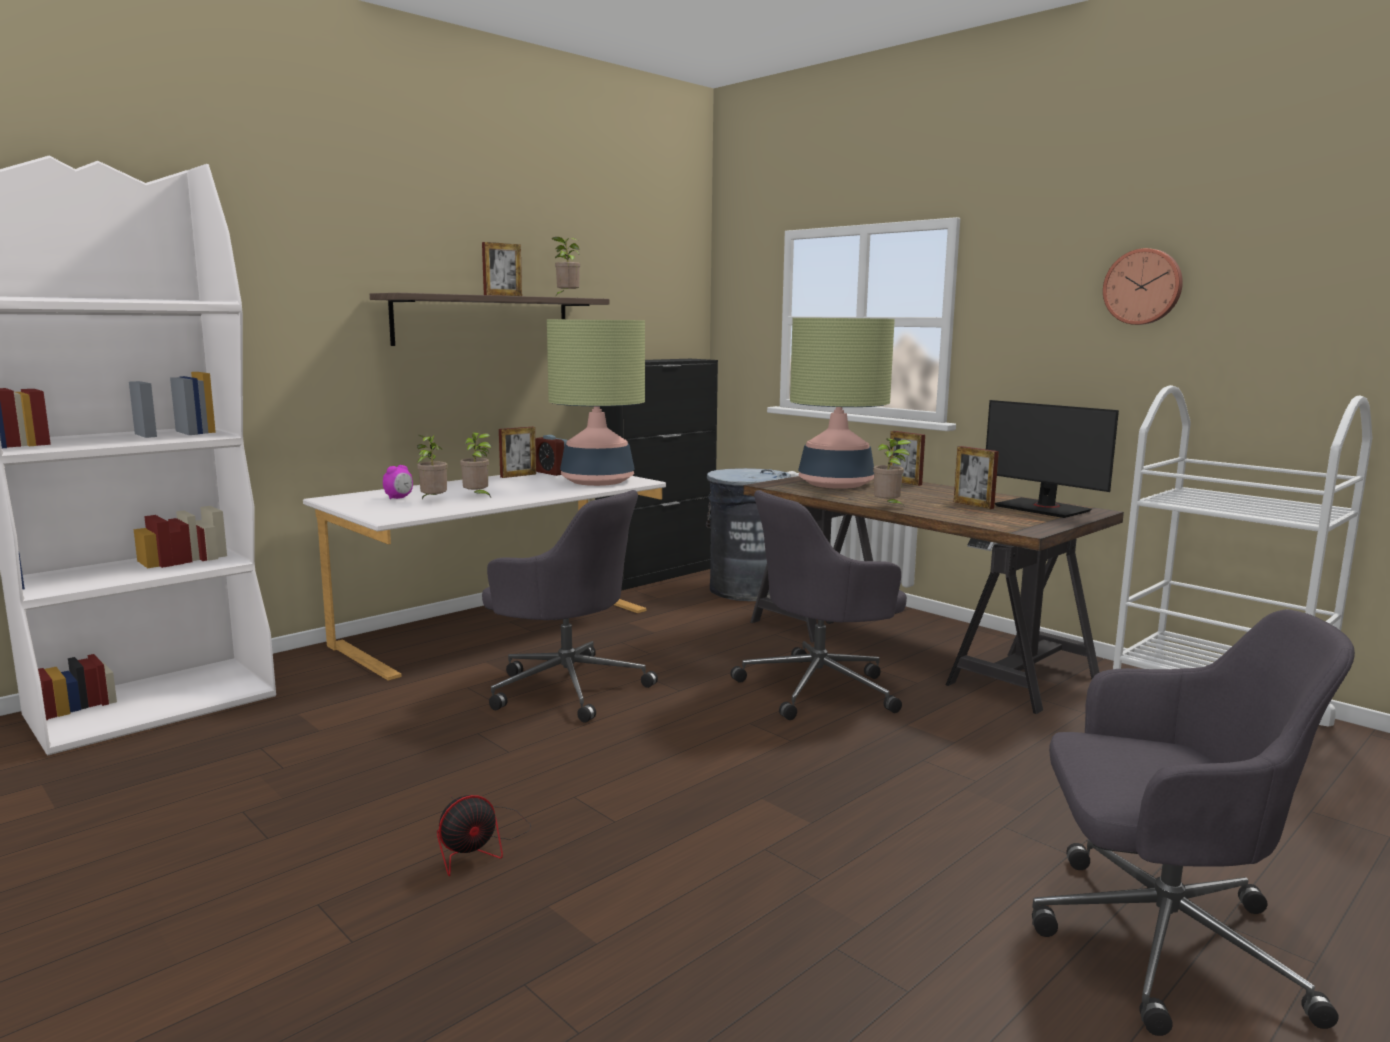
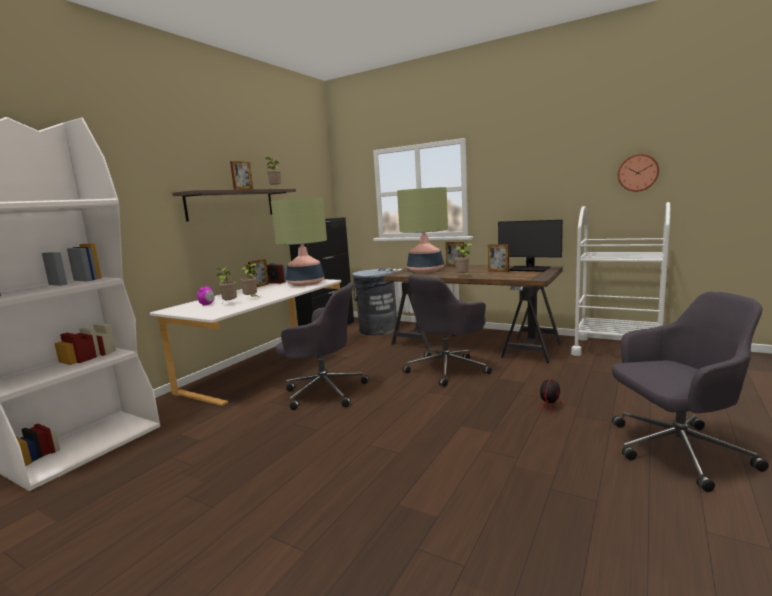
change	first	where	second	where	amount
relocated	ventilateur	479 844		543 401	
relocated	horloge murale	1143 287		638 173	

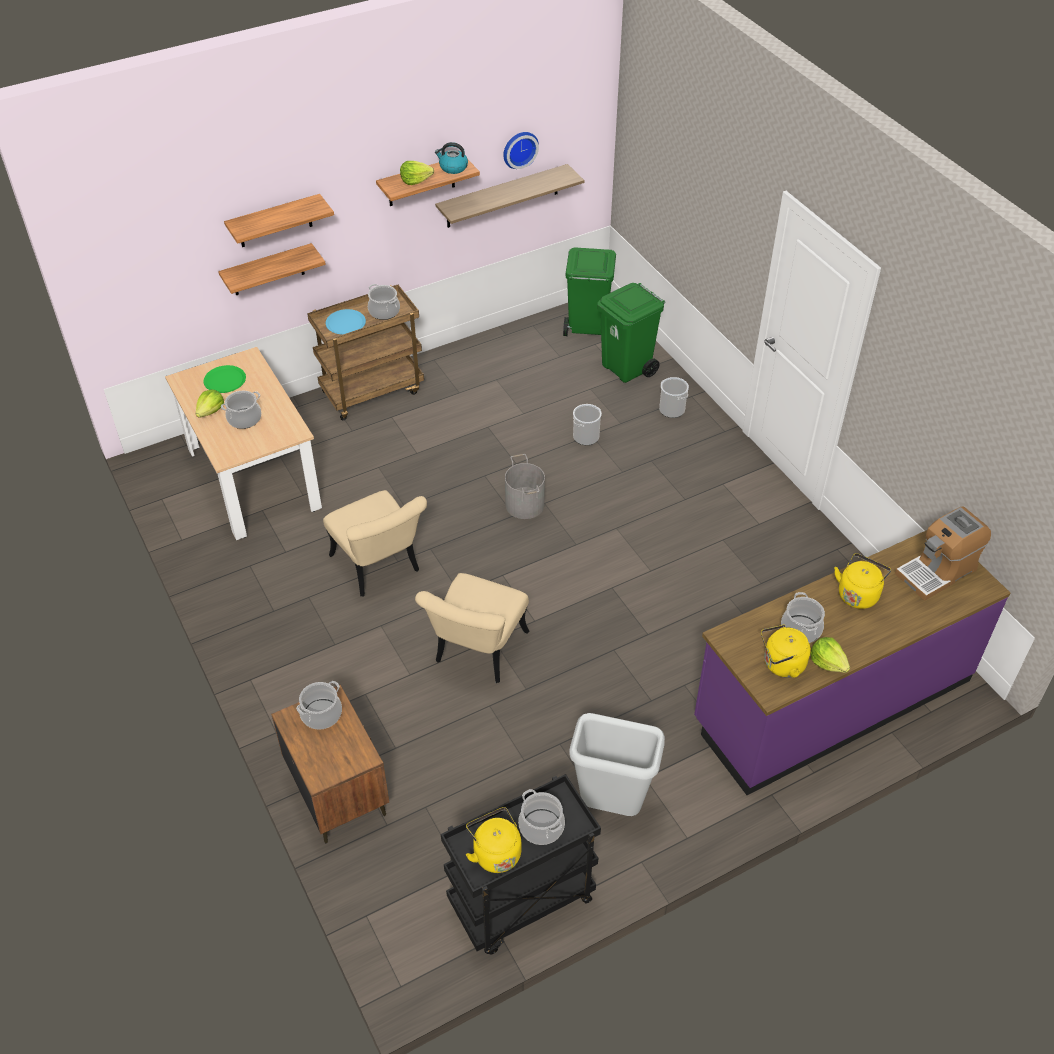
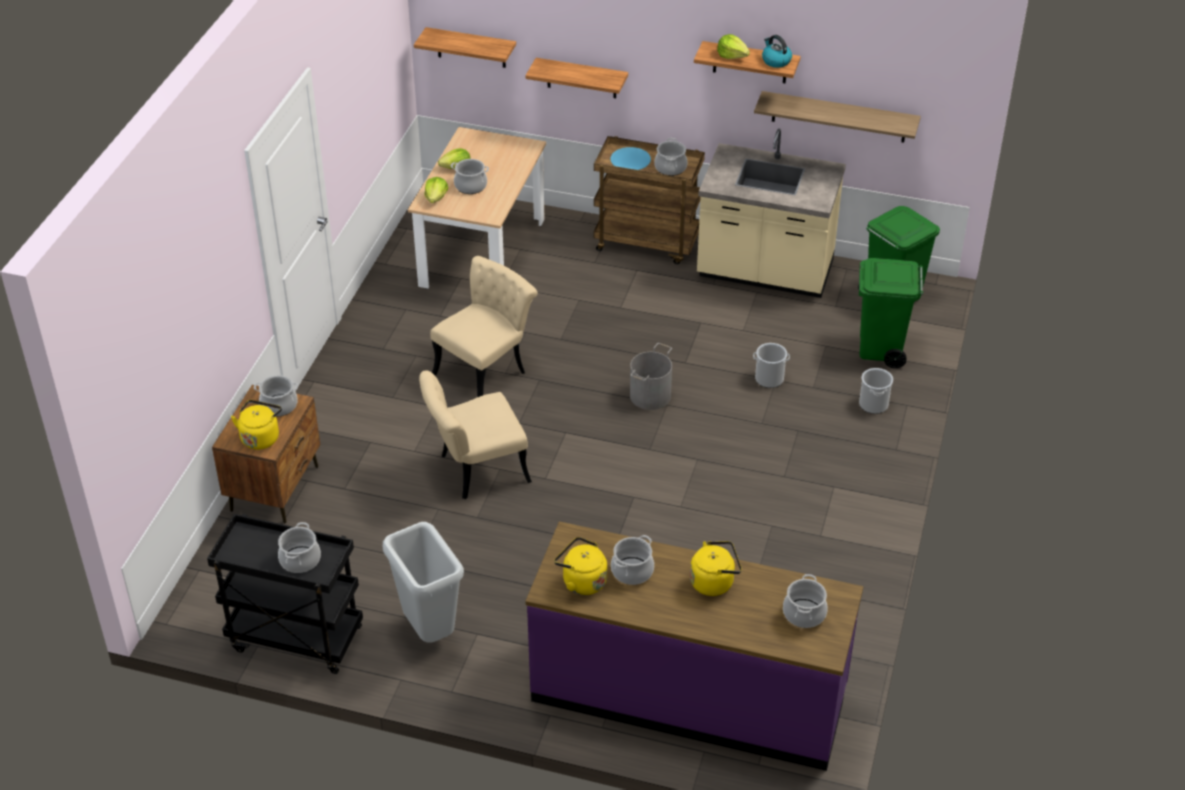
change	first	where	second	where	amount
relocated	bouilloire (jaune)	495 852		261 437	
relocated	étagère	274 221		471 48	
relocated	laitue	828 662		436 198	
spun	chaise (beige)	380 569		486 369	150 degrees counterclockwise
appeared			comptoir de cuisine (beige)	765 272	
exchanged	machine à café	937 571	marmite	804 614	
missing	assiette (vert)	225 380			
missing	horloge murale	519 148			

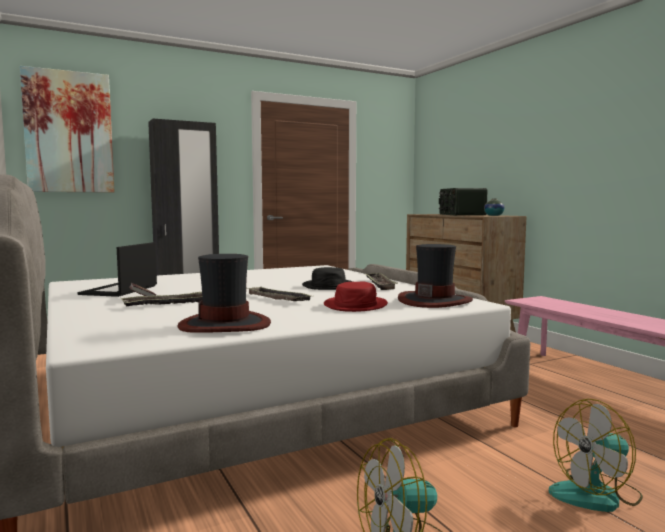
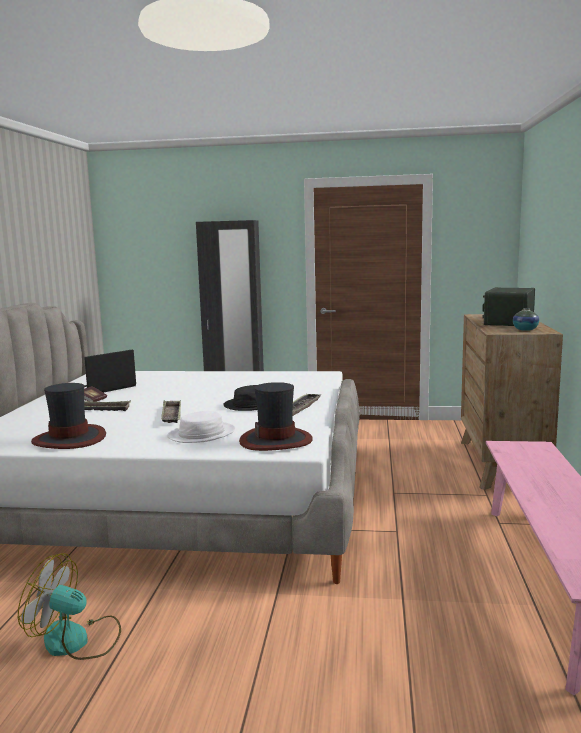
change	first	where	second	where	amount
colour	chapeau (rouge)	356 305	chapeau (blanc)	202 434	
missing	tableau	69 132			
missing	ventilateur	596 495			

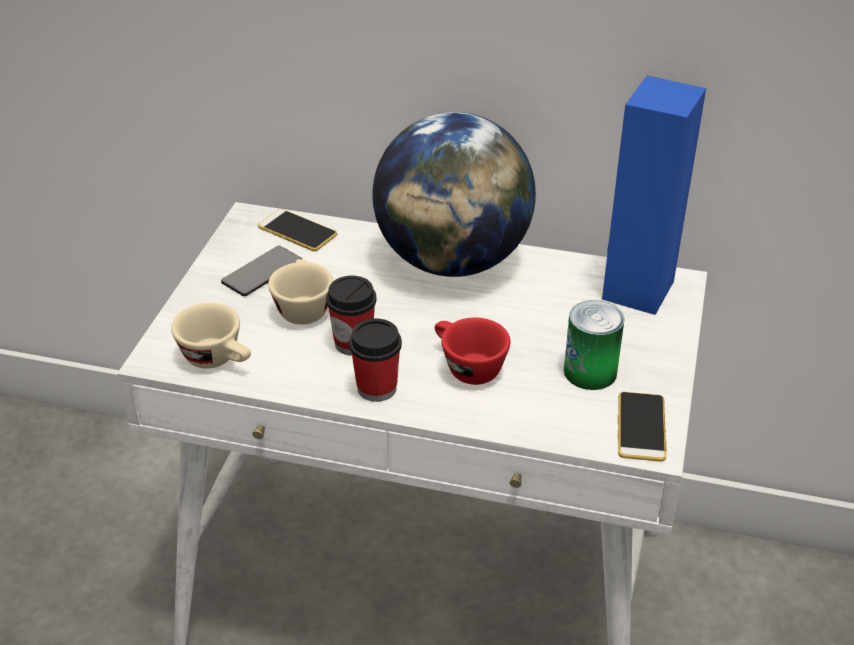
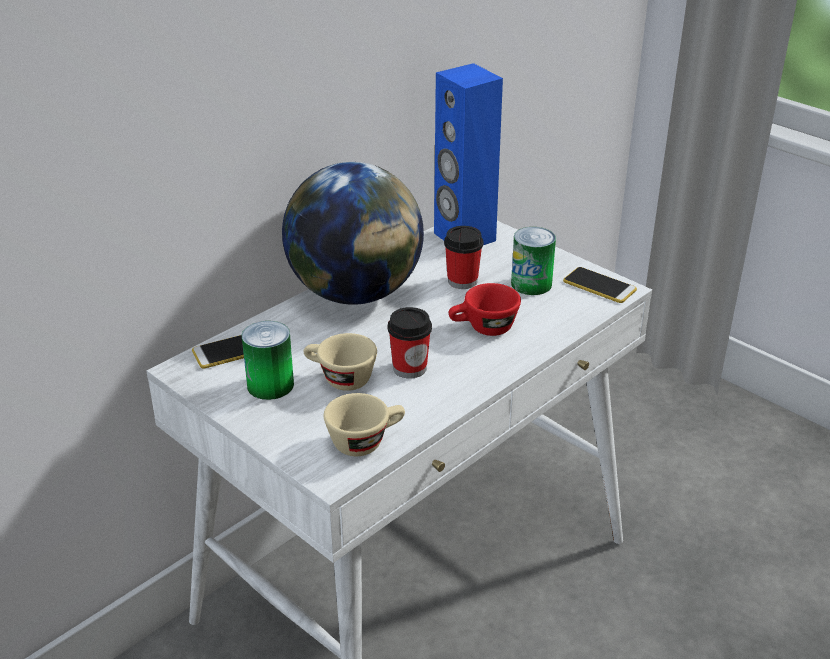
change	first	where	second	where	amount
exchanged	téléphone	262 272	boîte métallique	270 385	
relocated	tasse	377 388		462 281	

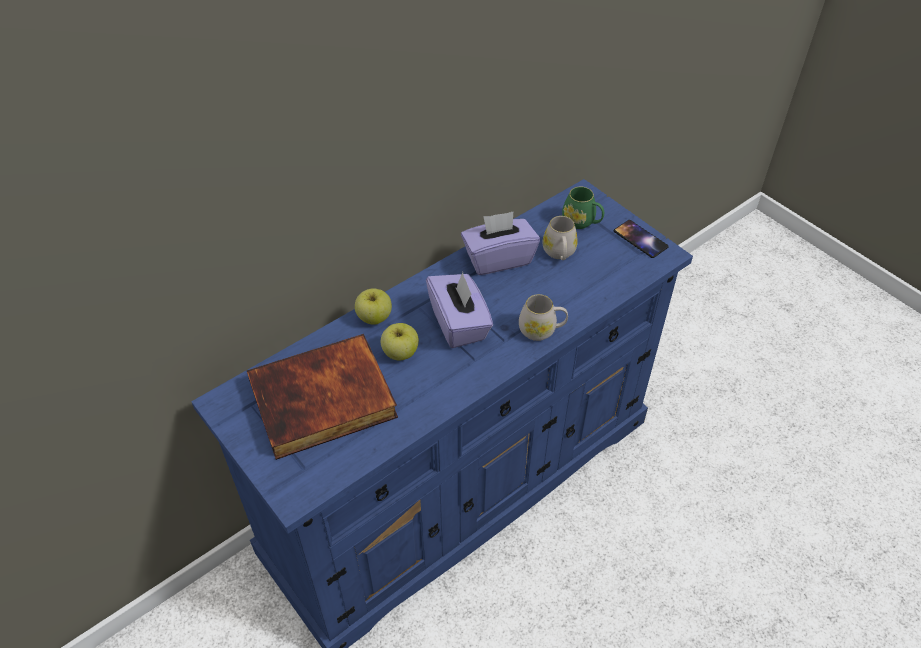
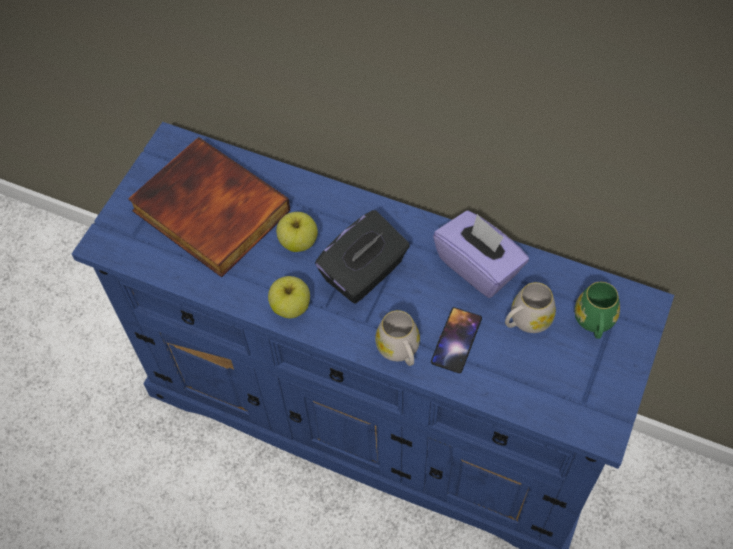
change	first	where	second	where	amount
relocated	pomme	374 317		291 306	
colour	boîte à mouchoirs (violet)	459 324	boîte à mouchoirs (noir)	364 273	
relocated	téléphone	640 239		456 340	

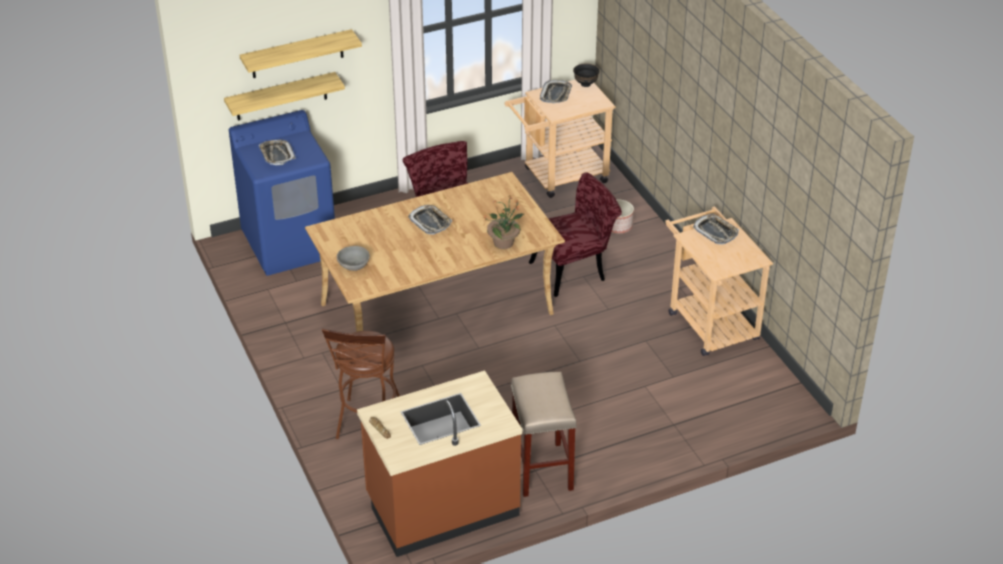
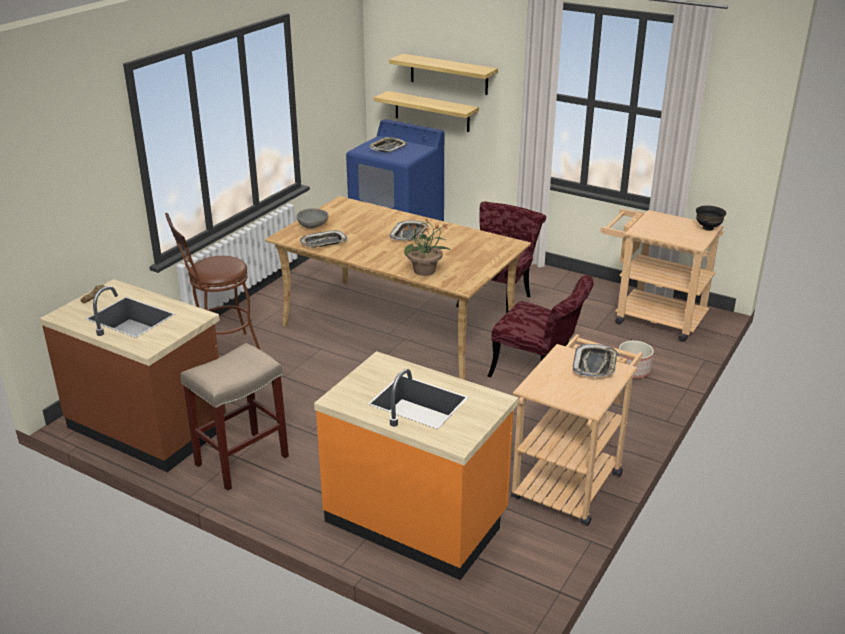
change	first	where	second	where	amount
relocated	plateau	556 95		323 243	
appeared			comptoir de cuisine (orange)	417 518	

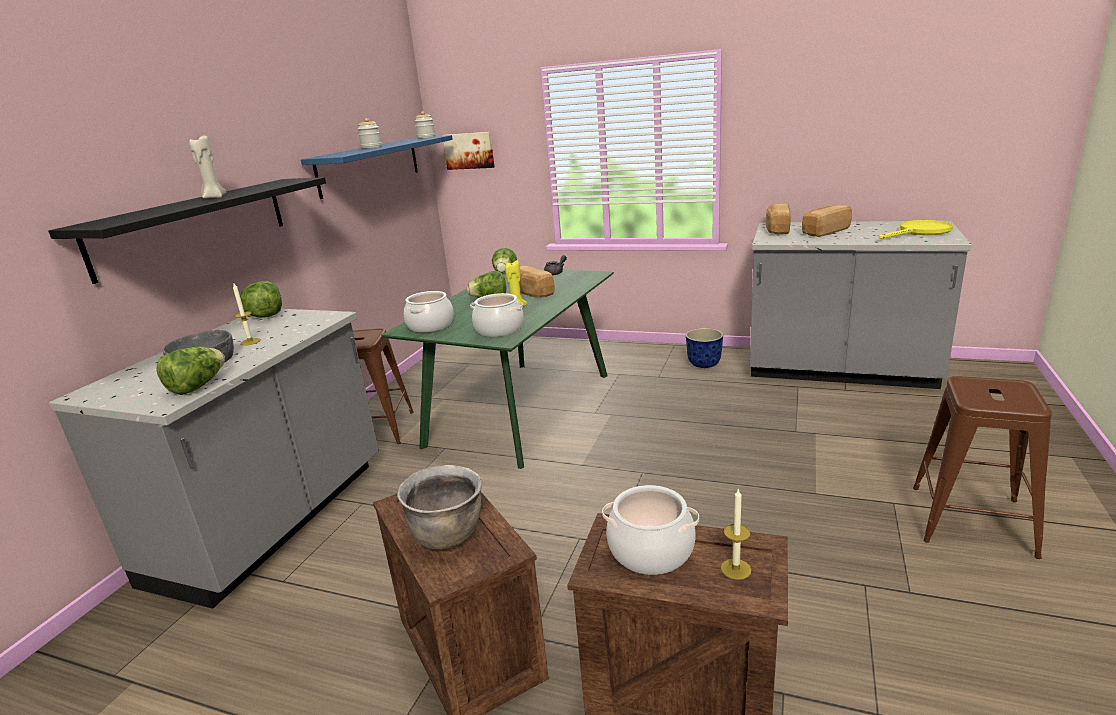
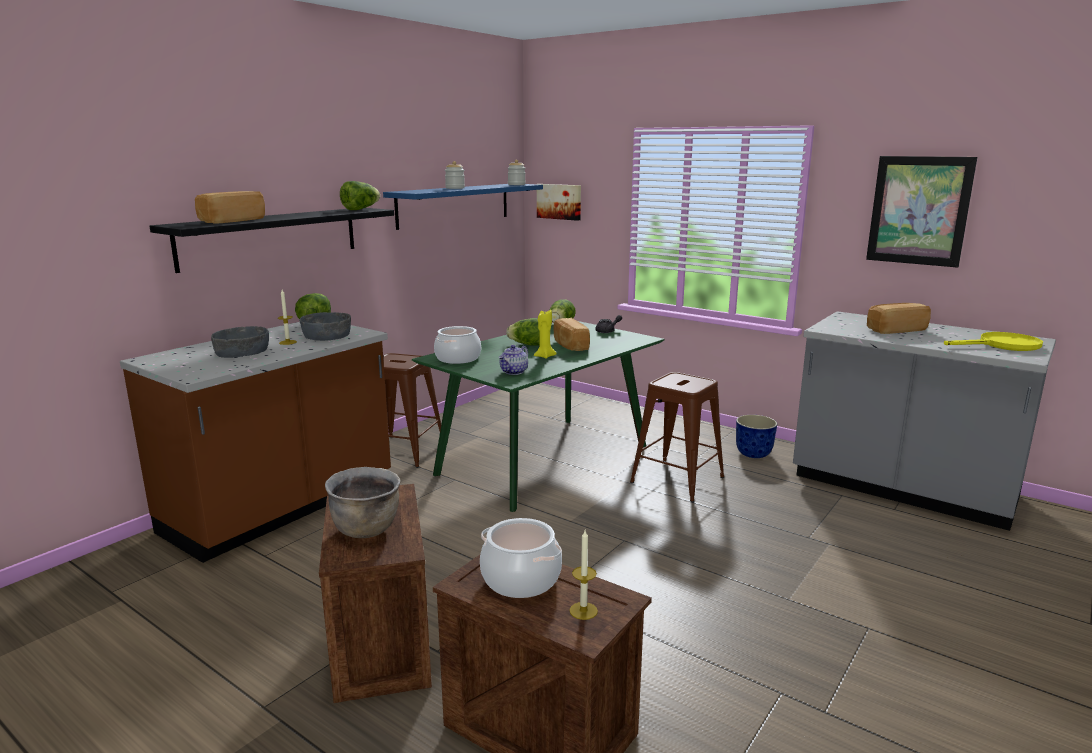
change	first	where	second	where	amount
colour	comptoir de cuisine (gris)	274 521	comptoir de cuisine (marron)	282 508	
relocated	pain	777 229		231 220	
appeared			bol (gris)	326 335	
relocated	laitue	197 386		360 209	
exchanged	marmite	499 329	théière	514 372	
relocated	tabouret (marron)	970 520		677 479	
appeared			tableau	919 210	
missing	bougie (beige)	214 197			

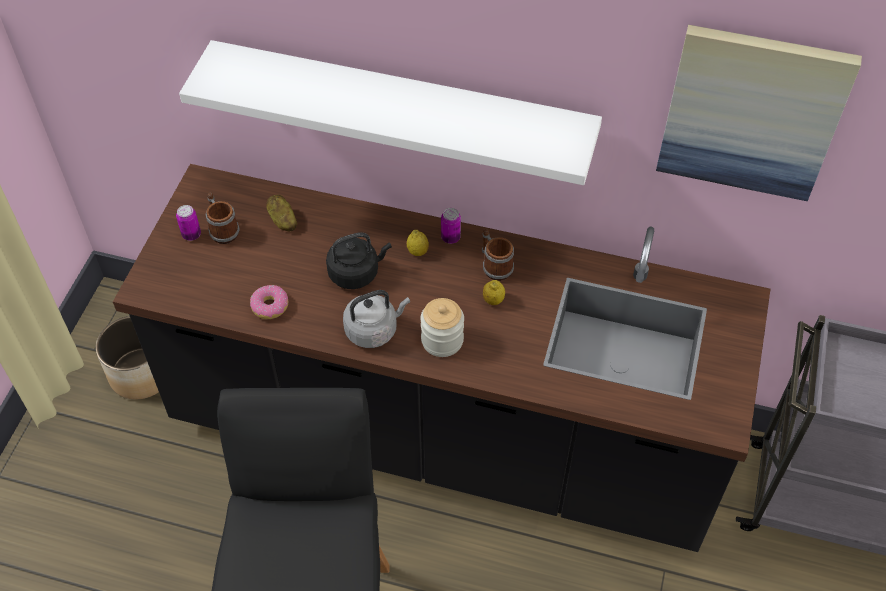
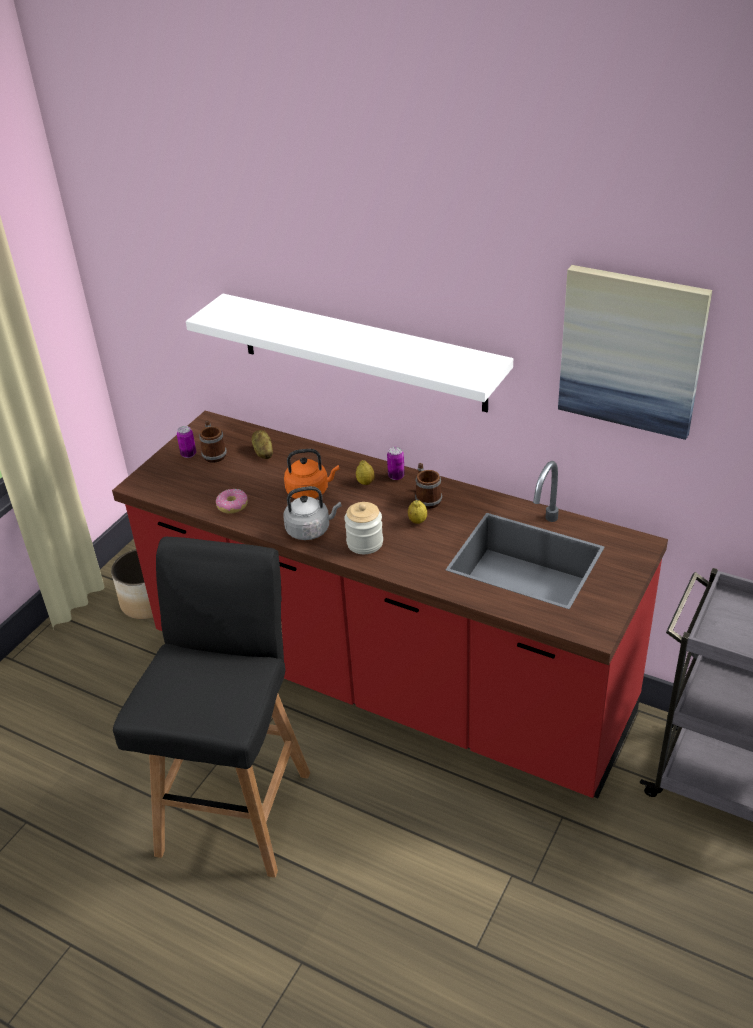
change	first	where	second	where	amount
colour	comptoir de cuisine (noir)	443 435	comptoir de cuisine (rouge)	386 680	
colour	bouilloire (noir)	356 273	bouilloire (orange)	310 491	

